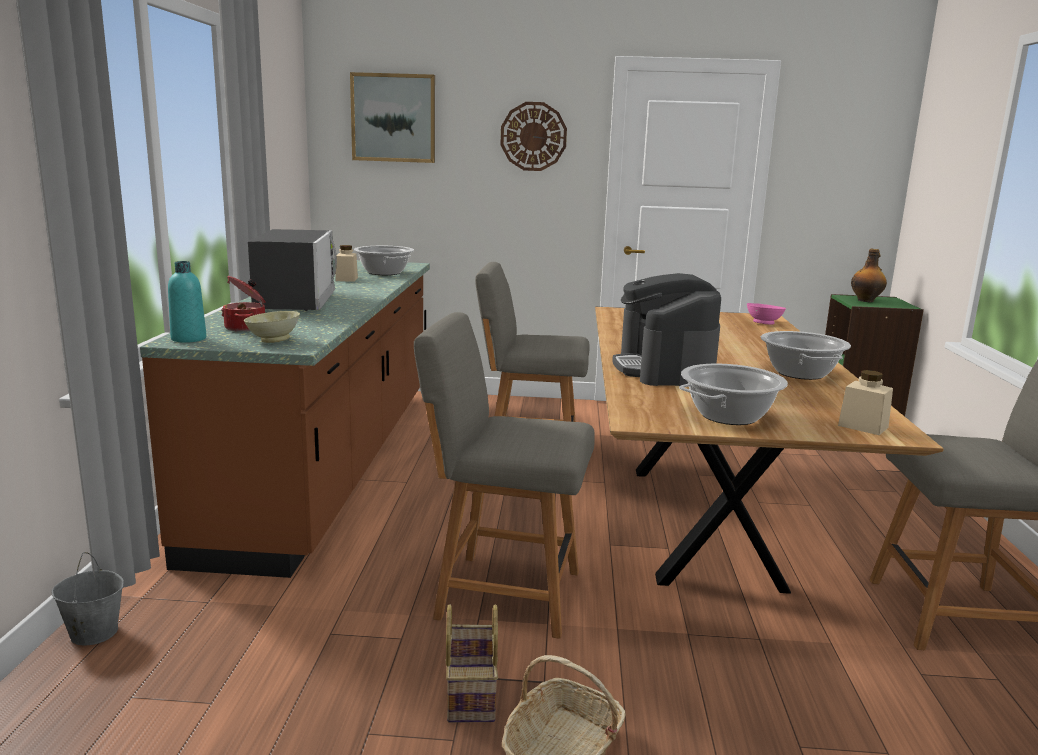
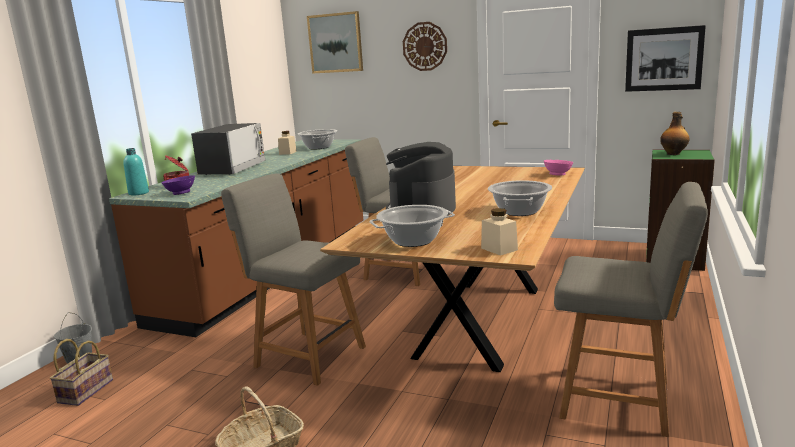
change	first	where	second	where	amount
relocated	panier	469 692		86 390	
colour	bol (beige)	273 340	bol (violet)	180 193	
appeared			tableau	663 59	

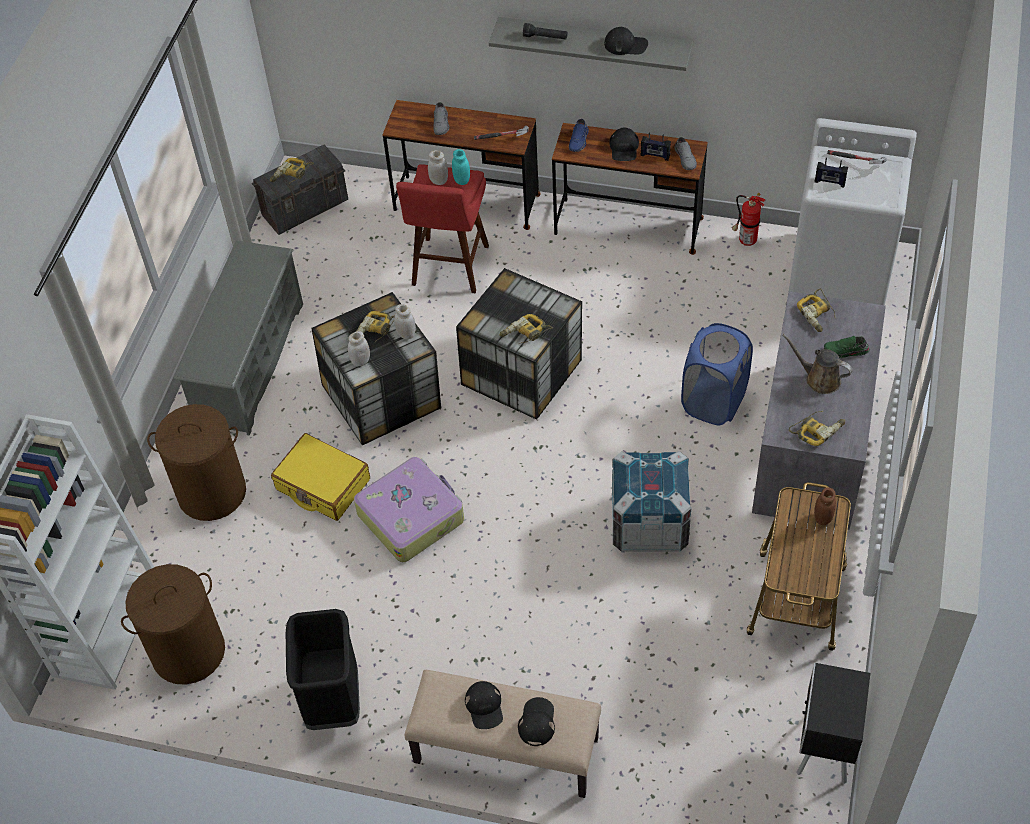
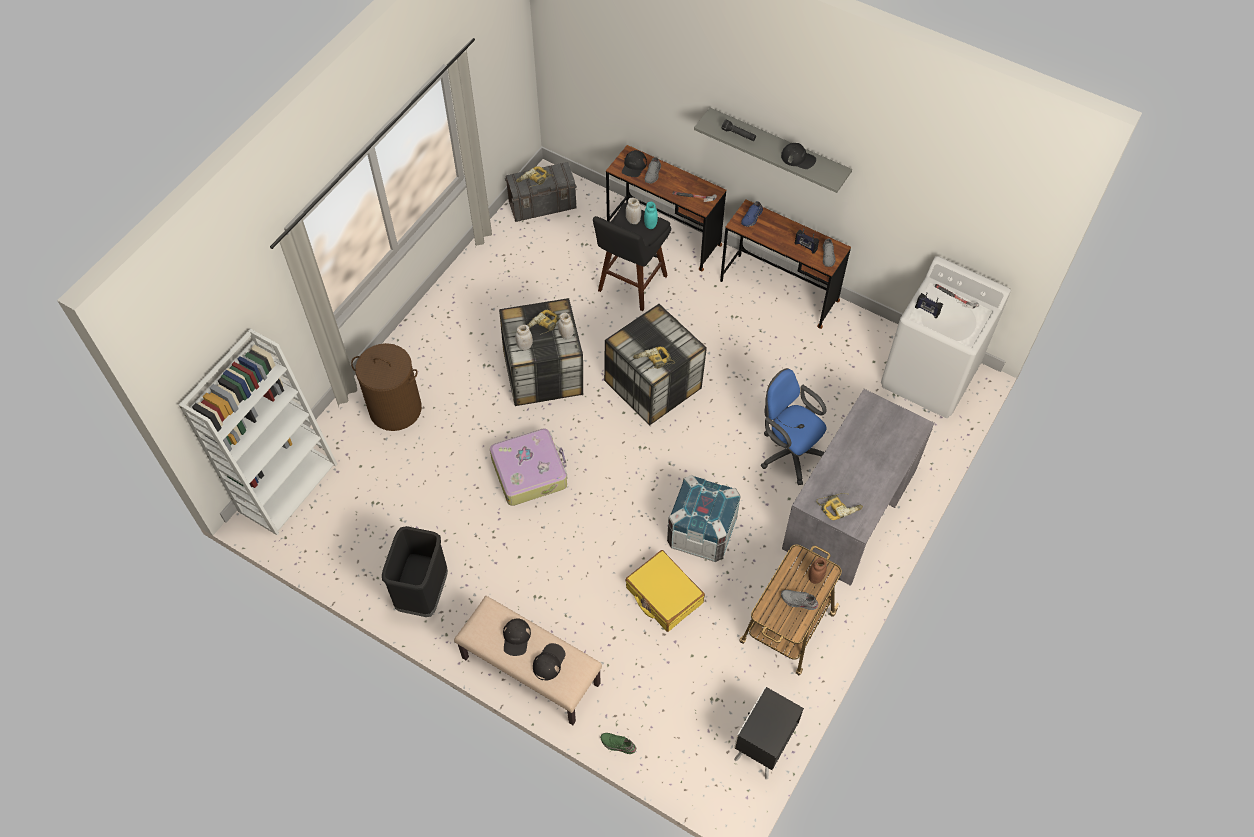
change	first	where	second	where	amount
colour	tabouret (rouge)	449 268	tabouret (noir)	630 285	
relocated	chaussure (vert)	846 351		617 745	
relocated	casquette (noir)	624 148		634 166	
relocated	valise (jaune)	322 485		664 595	
exchanged	panier à linge (bleu)	714 401	chaise de bureau (bleu)	788 451	
appeared			chaussure (gris)	798 602	
missing	panier à linge (marron)	188 652			
missing	étagère à chaussures (gris)	249 363			
missing	extincteur	745 240			
missing	arrosoir (marron)	819 379			
missing	perceuse	817 314			

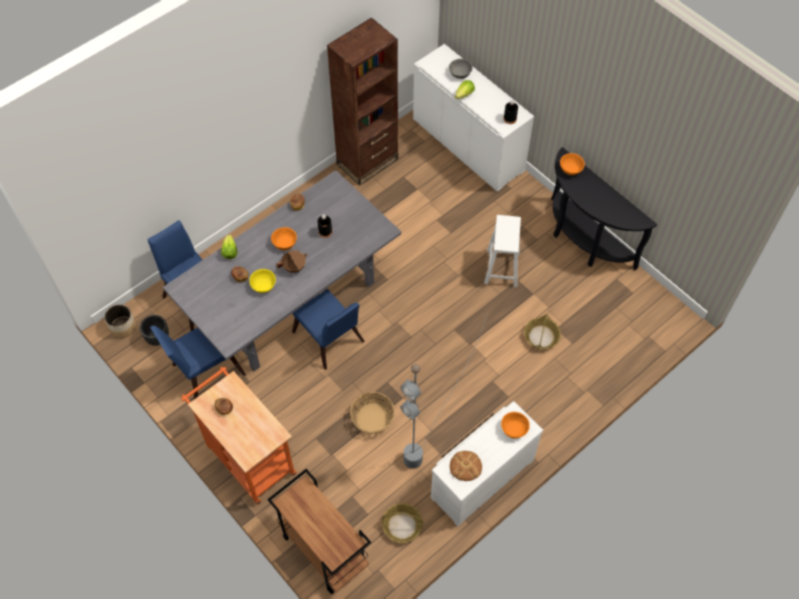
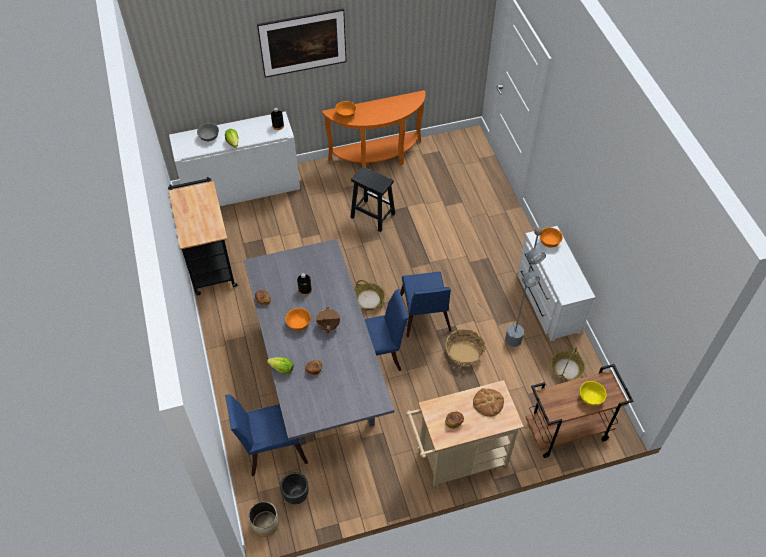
change	first	where	second	where	amount
exchanged	bibliothèque (marron)	367 161	chariot (noir)	209 261	
appeared			tableau	304 55	
colour	table console (noir)	584 240	table console (orange)	378 158	
colour	tabouret (blanc)	501 267	tabouret (noir)	372 215	
relocated	panier	541 337		369 299	
relocated	chaise (bleu)	204 371		424 317	
colour	chariot (orange)	247 456	chariot (beige)	457 459	
relocated	pain	465 466		488 403	
relocated	bol (jaune)	263 285		591 397	

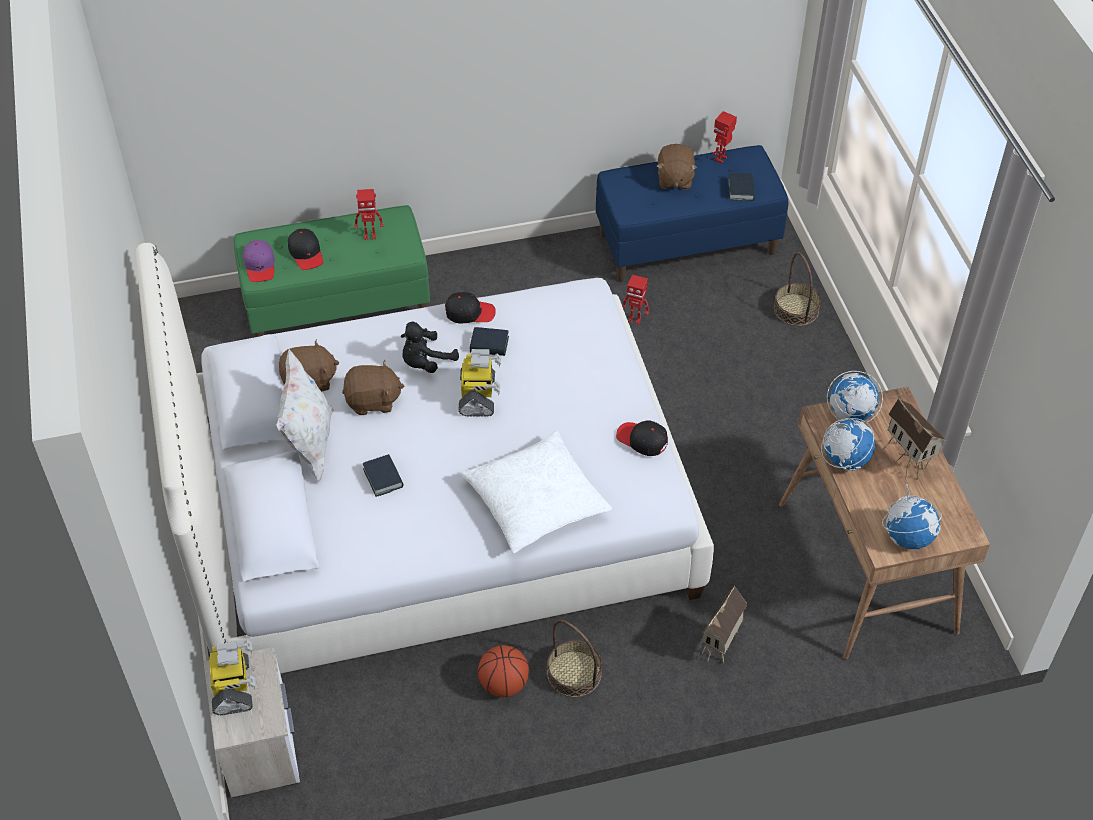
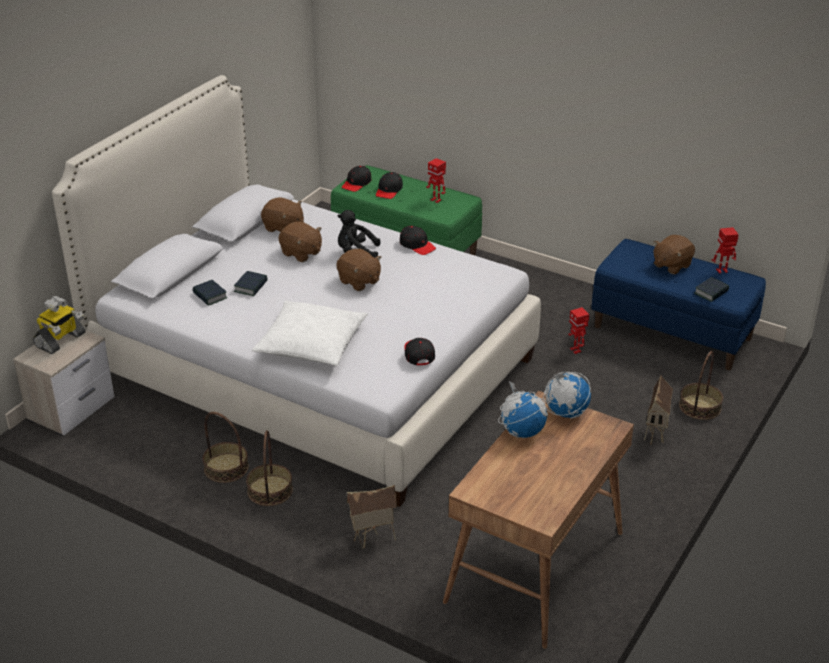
change	first	where	second	where	amount
relocated	livre	489 345		210 296	
exchanged	ballon de basket	504 684	panier	226 468	
exchanged	robot jouet	478 396	peluche (marron)	359 282	
colour	casquette (violet)	260 266	casquette (noir)	357 183	
relocated	maison miniature	906 462		656 434	
missing	coussin (blanc)	310 445			
missing	globe	908 537			

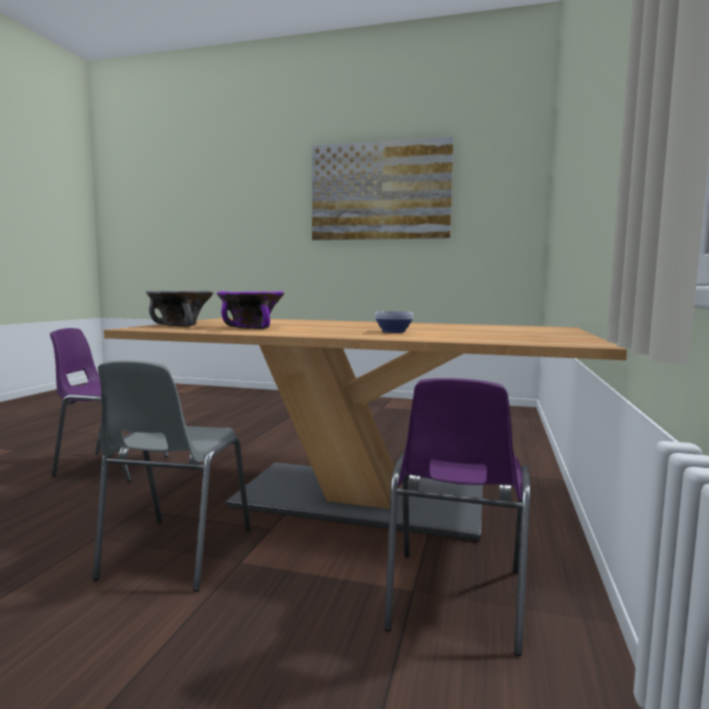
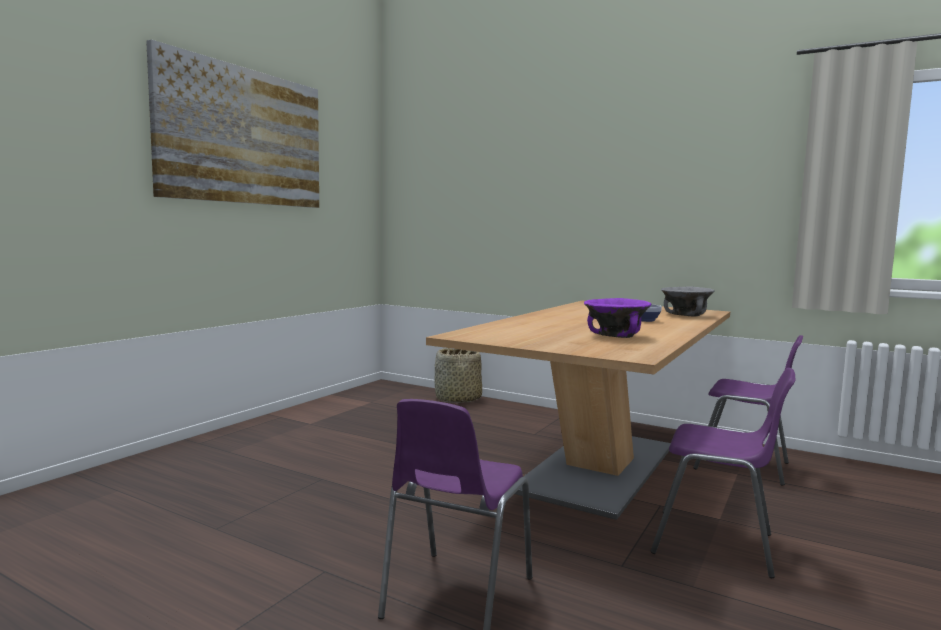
change	first	where	second	where	amount
appeared			panier	458 399	
colour	chaise (gris)	174 555	chaise (violet)	716 544	
relocated	bol (gris)	181 325		686 315	

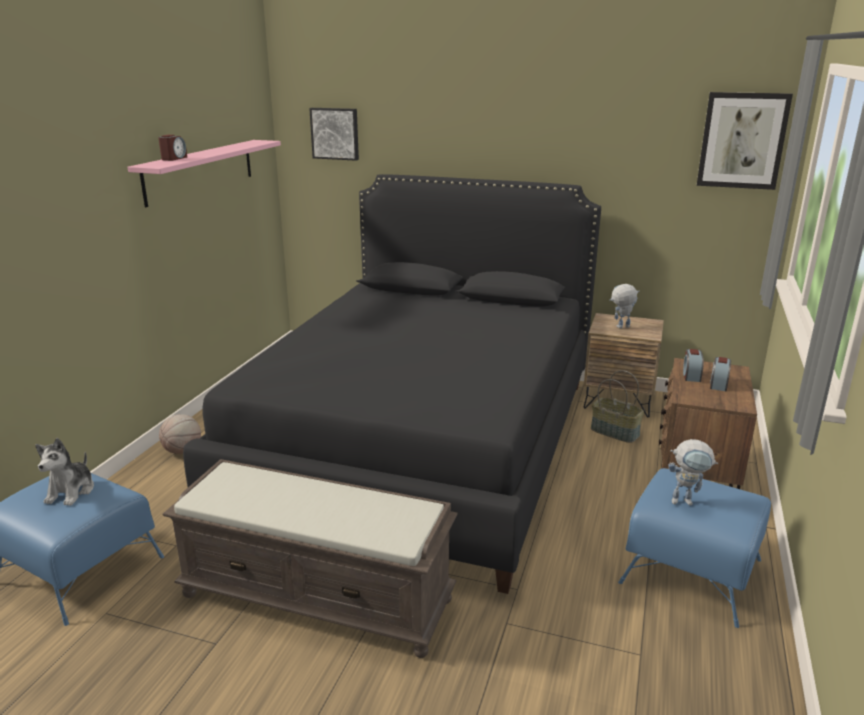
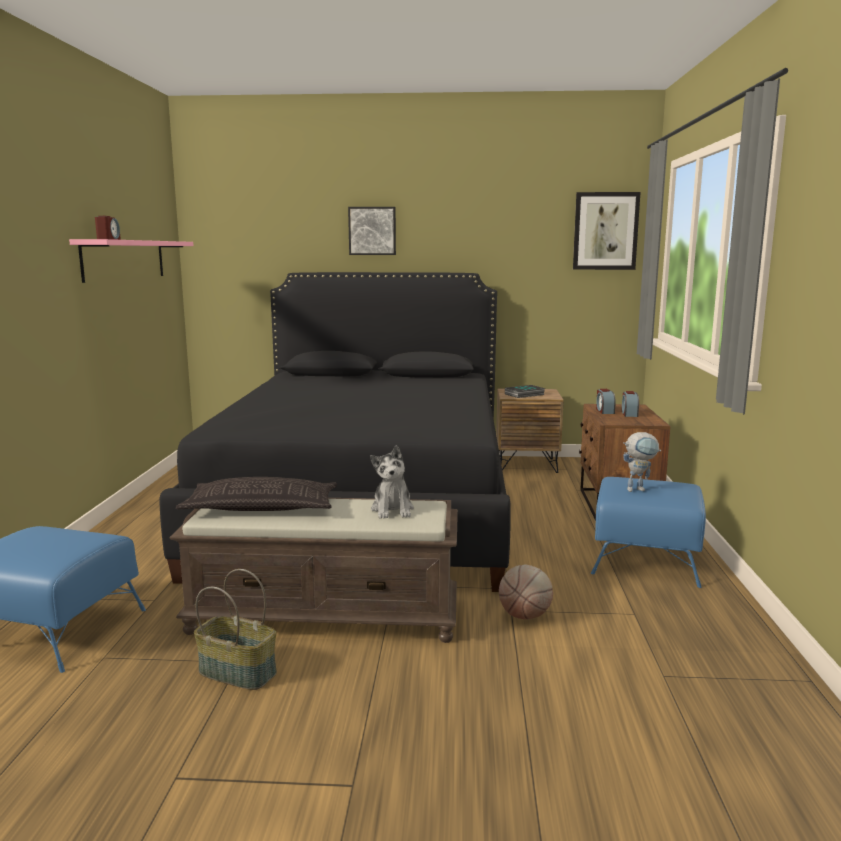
change	first	where	second	where	amount
appeared			coussin	261 508	
relocated	panier	615 432		239 672	
relocated	tableau	335 133		372 231	
relocated	peluche	71 492		392 509	
relocated	ballon de basket	183 451		525 616	
exchanged	robot jouet	620 327	livre	524 394	

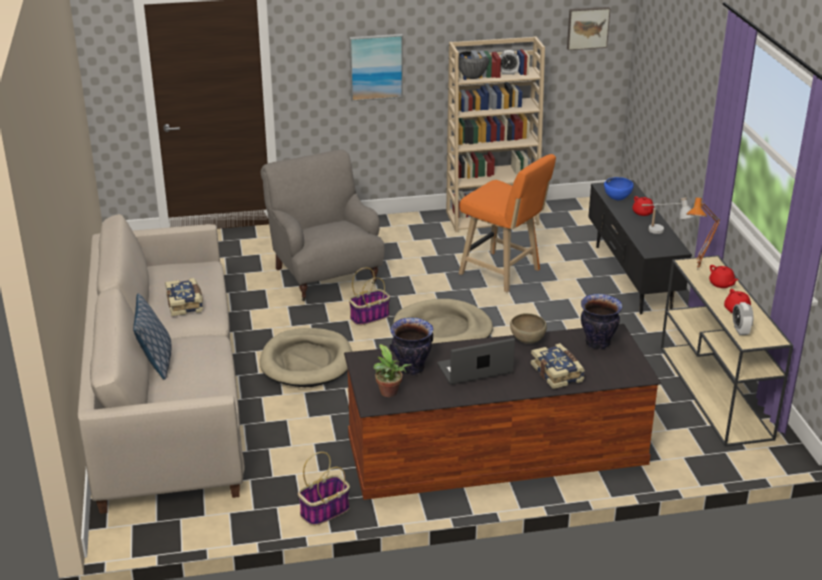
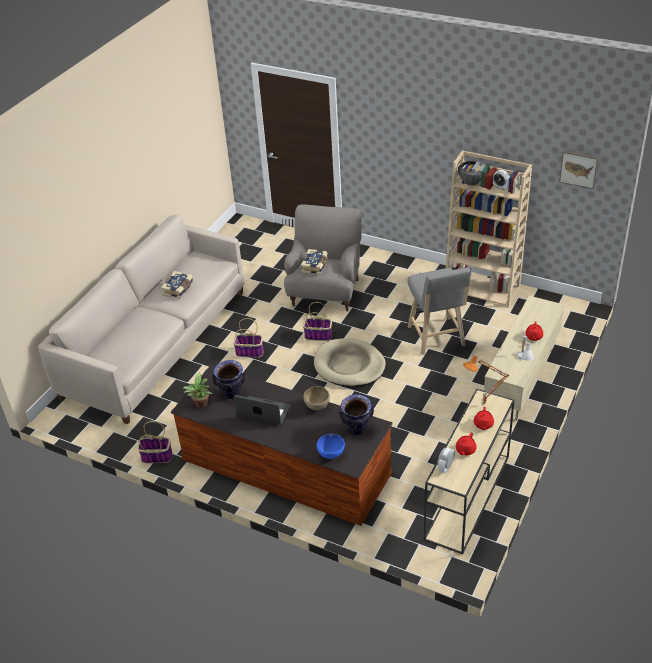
change	first	where	second	where	amount
exchanged	panier pour chien (beige)	306 361	panier	250 352	
relocated	livre	558 373		315 266	
relocated	bol (bleu)	617 199		331 455	
colour	tabouret (orange)	503 273	tabouret (gris)	437 338	
colour	meuble télé (noir)	631 278	meuble télé (beige)	521 380	
missing	coussin	156 362			
missing	tableau	376 67			

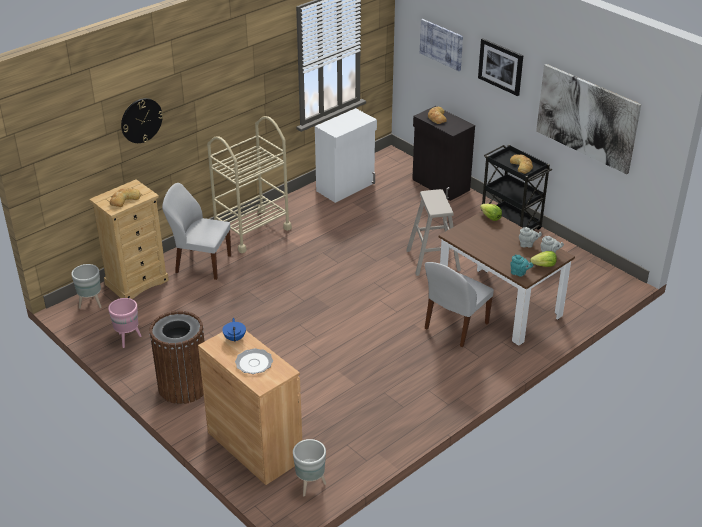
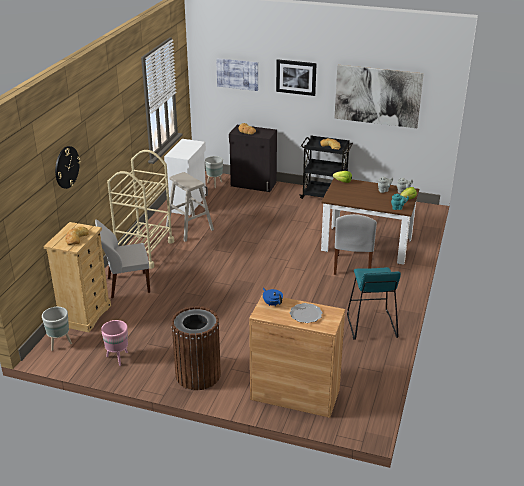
change	first	where	second	where	amount
relocated	tabouret (beige)	433 260		189 229	
relocated	cache-pot (gris)	310 485		215 184	
appeared			tabouret (turquoise)	371 325	

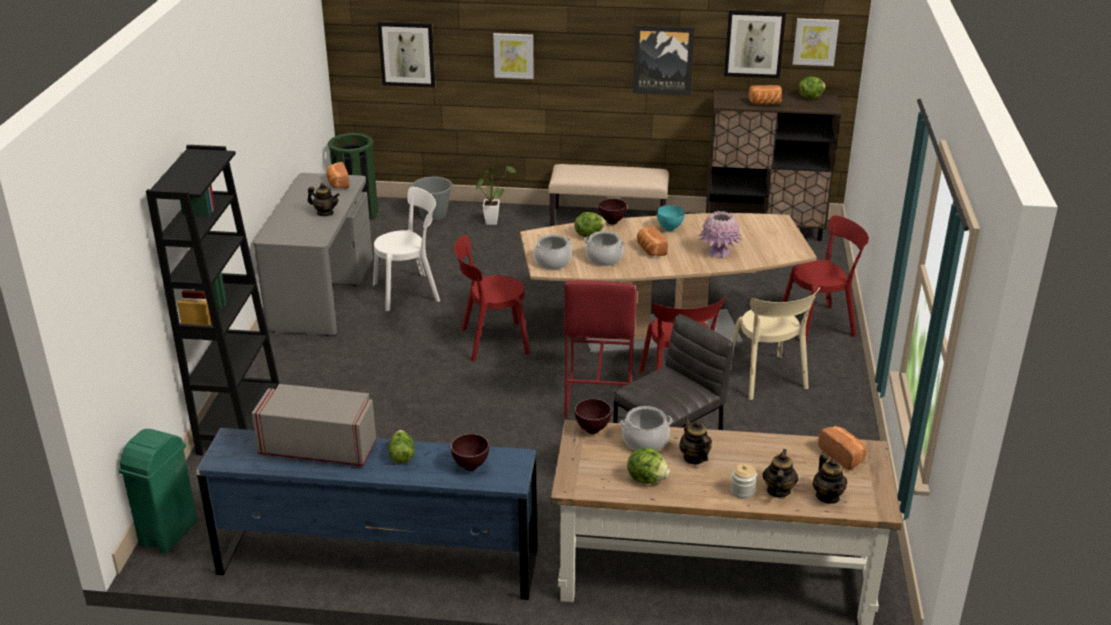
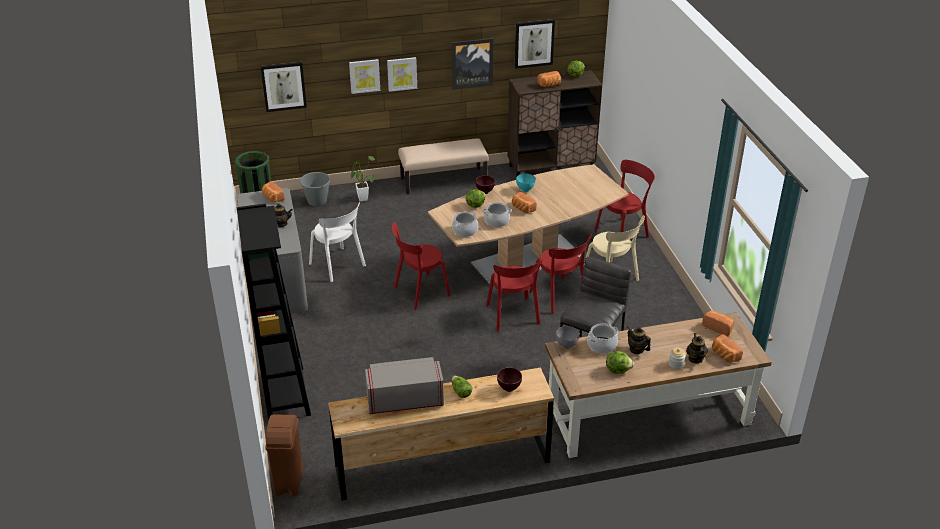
change	first	where	second	where	amount
colour	poubelle (vert)	168 533	poubelle (marron)	289 482	
spun	chaise (blanc)	409 291		338 266	90 degrees clockwise
colour	commode (bleu)	378 563	commode (marron)	442 464	
relocated	tableau	815 41		402 74	
exchanged	tabouret (rouge)	598 397	chaise (rouge)	513 316	
colour	bol (marron)	591 430	bol (gris)	566 346	
exchanged	théière	828 496	pain	724 355	
missing	vase (rose)	718 252			

